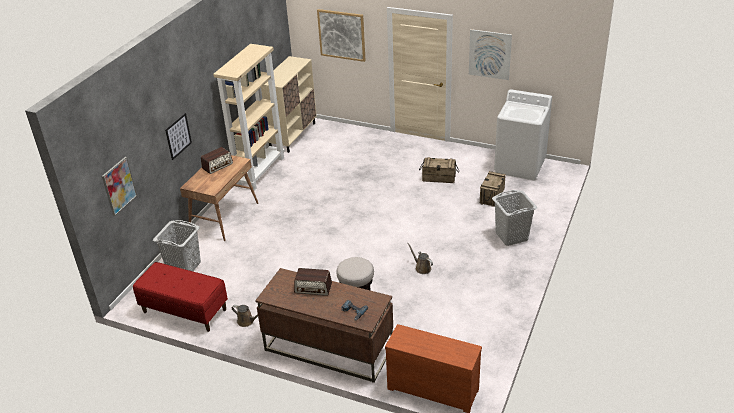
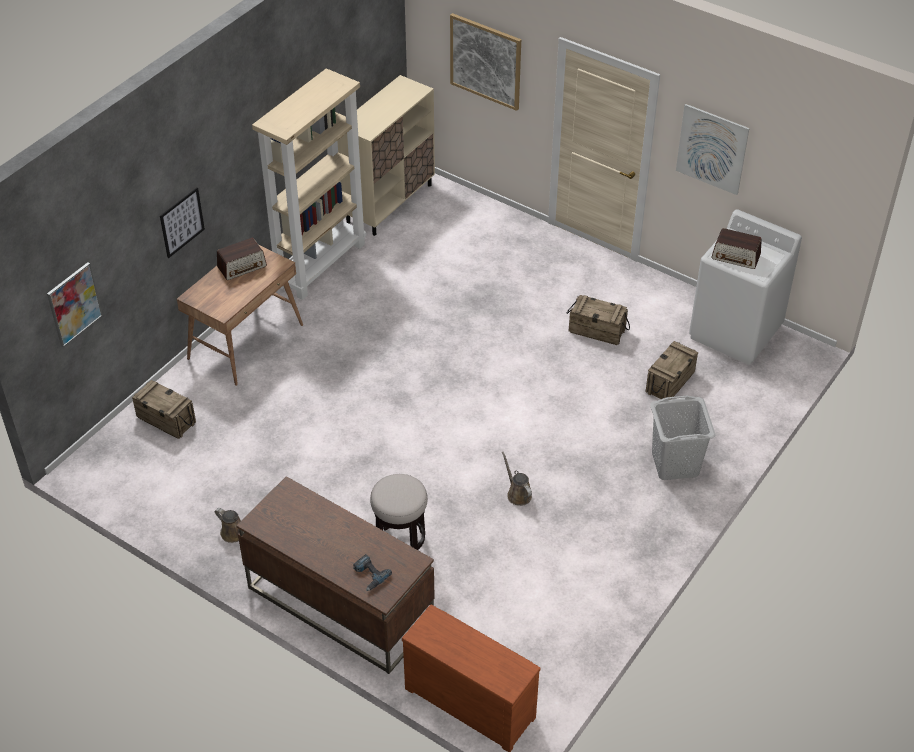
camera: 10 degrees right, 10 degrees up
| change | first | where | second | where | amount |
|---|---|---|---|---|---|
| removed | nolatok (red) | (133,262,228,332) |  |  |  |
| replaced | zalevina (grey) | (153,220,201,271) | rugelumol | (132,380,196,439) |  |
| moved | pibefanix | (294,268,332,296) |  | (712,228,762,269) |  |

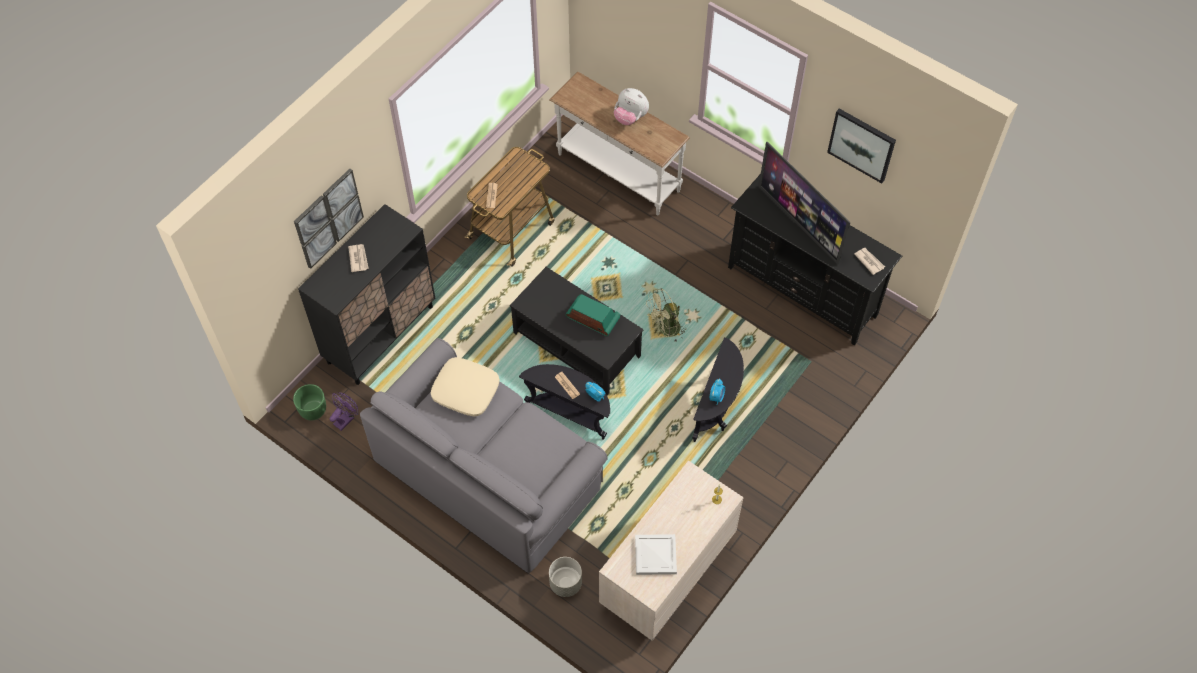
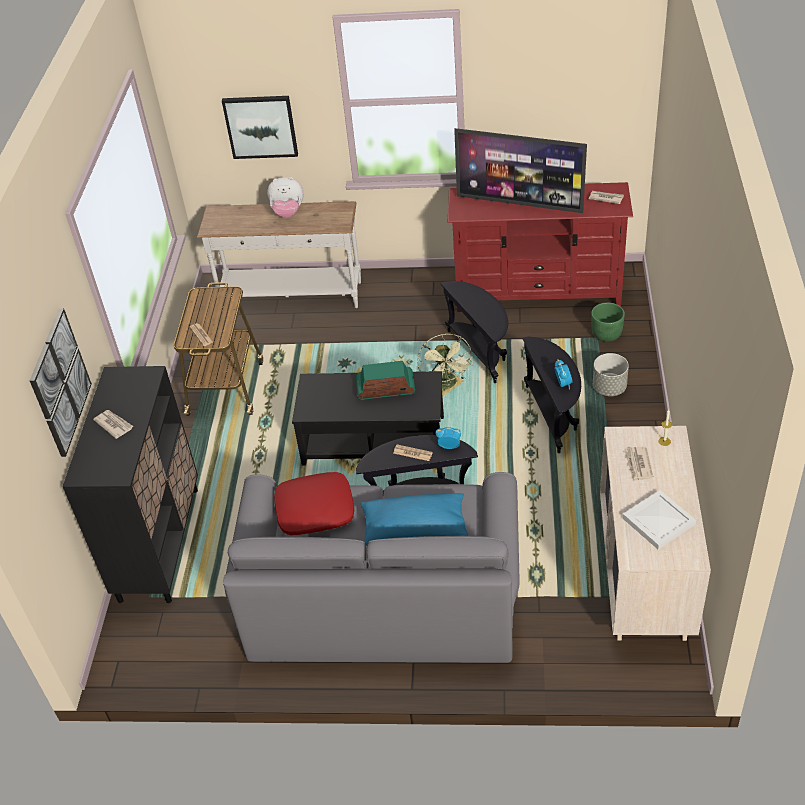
camera: 30 degrees left, 15 degrees down
| change | first | where | second | where | amount |
|---|---|---|---|---|---|
| moved | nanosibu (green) | (293,384,326,420) |  | (591,303,625,342) |  |
| removed | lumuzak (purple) | (330,392,358,431) |  |  |  |
| recoloured | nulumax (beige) | (431,357,500,417) | nulumax (red) | (274,472,354,535) |  |
| moved | nanosibu (grey) | (549,557,582,597) |  | (593,353,629,396) |  |
| turned | lumuzak (green) | (646,288,686,343) |  | (417,334,473,389) | 45 degrees counterclockwise |
| recoloured | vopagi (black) | (728,175,902,345) | vopagi (red) | (448,182,633,312) |  |
| moved | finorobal | (827,109,896,183) |  | (222,96,298,159) |  |
| added |  |  | nulumax (blue) | (361,493,468,546) |  |
| added |  |  | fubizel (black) | (441,281,508,383) |  |
| added |  |  | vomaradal | (625,447,653,481) |  |

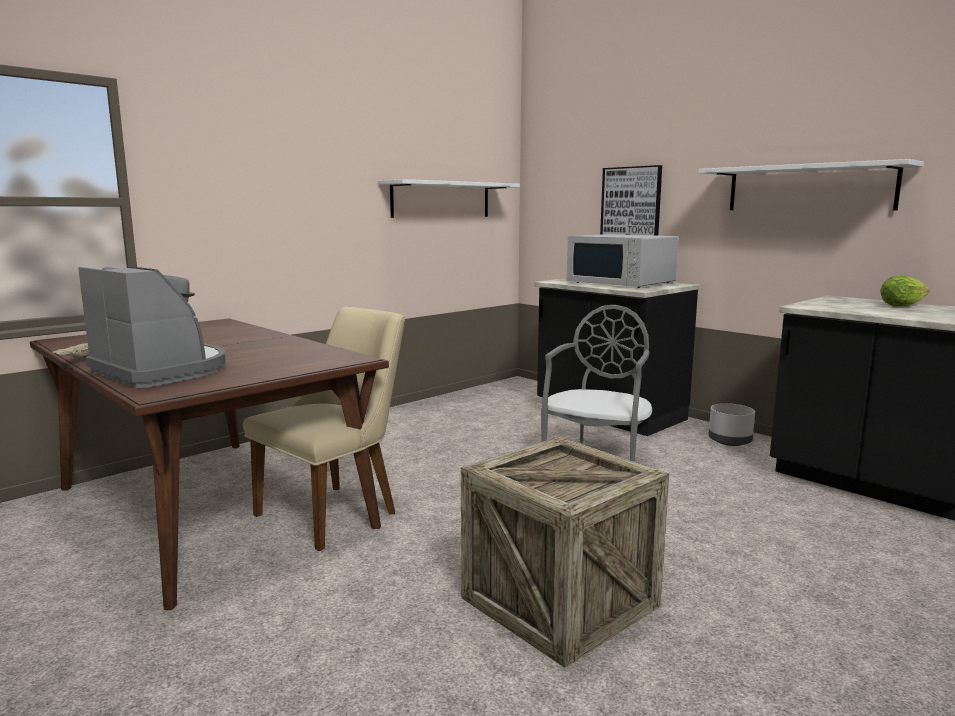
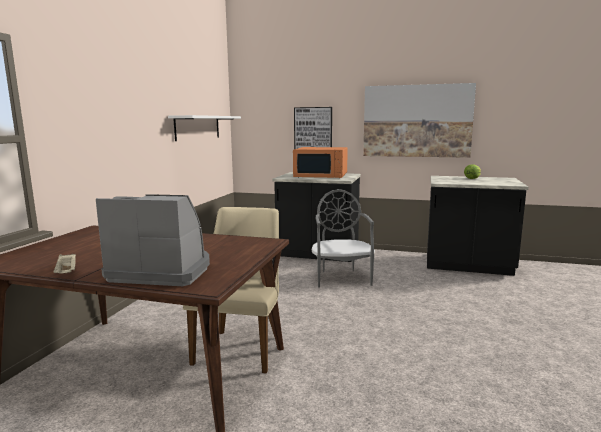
camera: 30 degrees left, 0 degrees up
| change | first | where | second | where | amount |
|---|---|---|---|---|---|
| removed | rugelumol | (461,437,669,668) |  |  |  |
| recoloured | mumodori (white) | (567,234,679,288) | mumodori (orange) | (293,147,348,178) |  |
| replaced | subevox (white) | (699,159,924,210) | finorobal | (363,83,476,158) |  |
| removed | nanosibu (grey) | (709,403,755,446) |  |  |  |

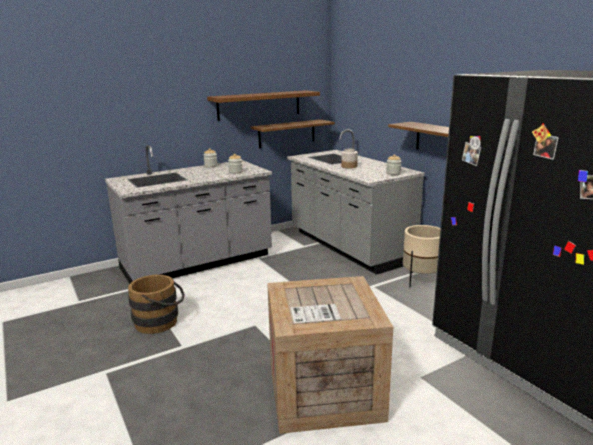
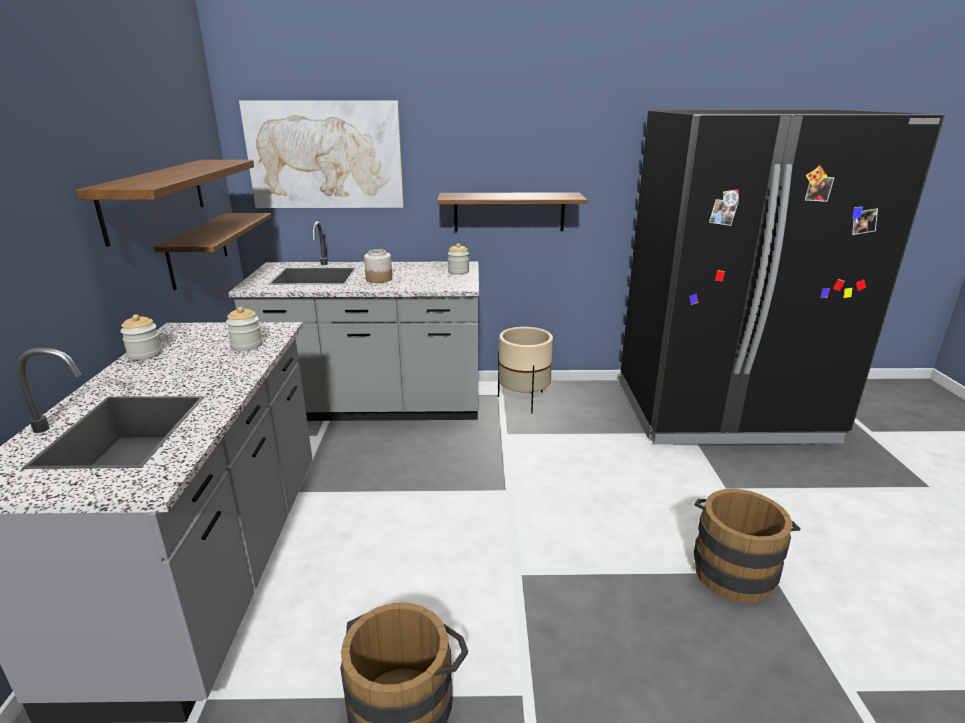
camera: 60 degrees left, 5 degrees up
| change | first | where | second | where | amount |
|---|---|---|---|---|---|
| replaced | rugelumol | (267,276,393,434) | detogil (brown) | (694,489,800,603) |  |
| added |  |  | finorobal | (239,100,404,208) |  |

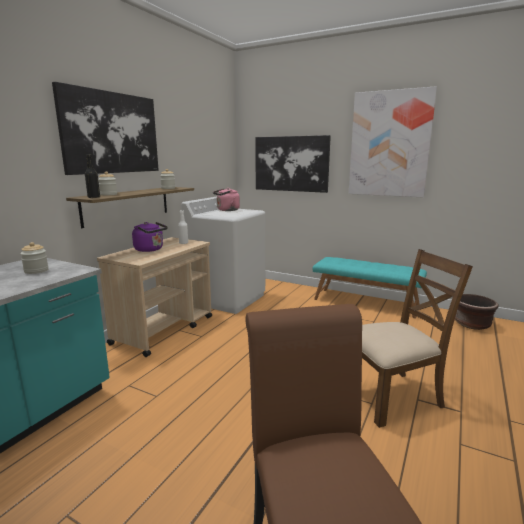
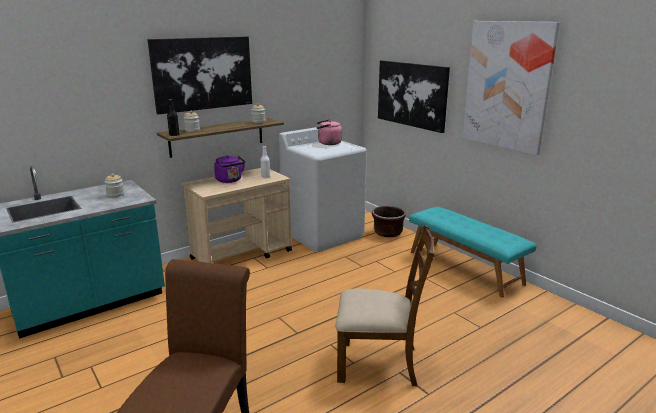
camera: 25 degrees right, 5 degrees up
| change | first | where | second | where | amount |
|---|---|---|---|---|---|
| moved | nanosibu (brown) | (455,294,498,330) |  | (372,206,406,237) |  |

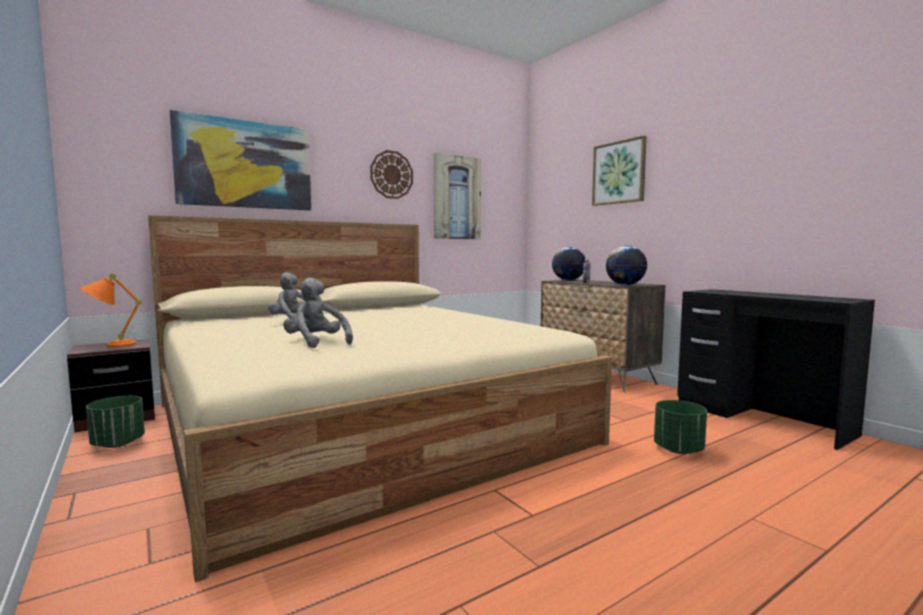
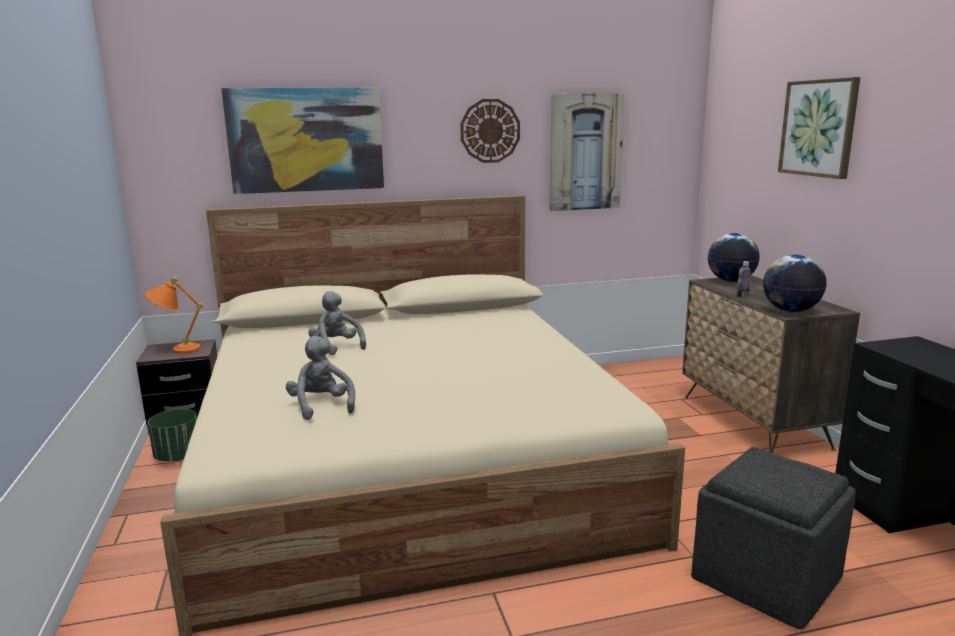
camera: 20 degrees right, 10 degrees up
| change | first | where | second | where | amount |
|---|---|---|---|---|---|
| replaced | nanosibu (green) | (654,400,707,454) | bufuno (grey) | (691,447,856,629) |  |

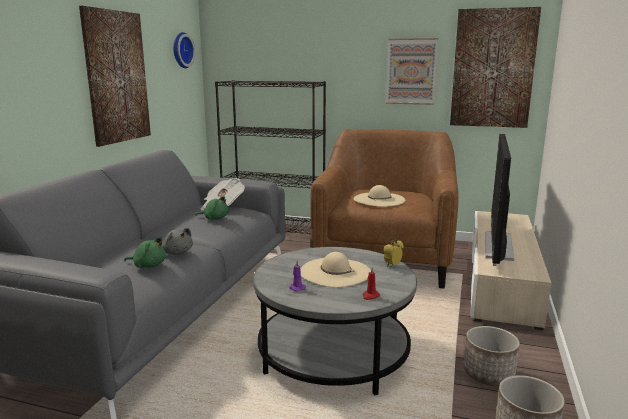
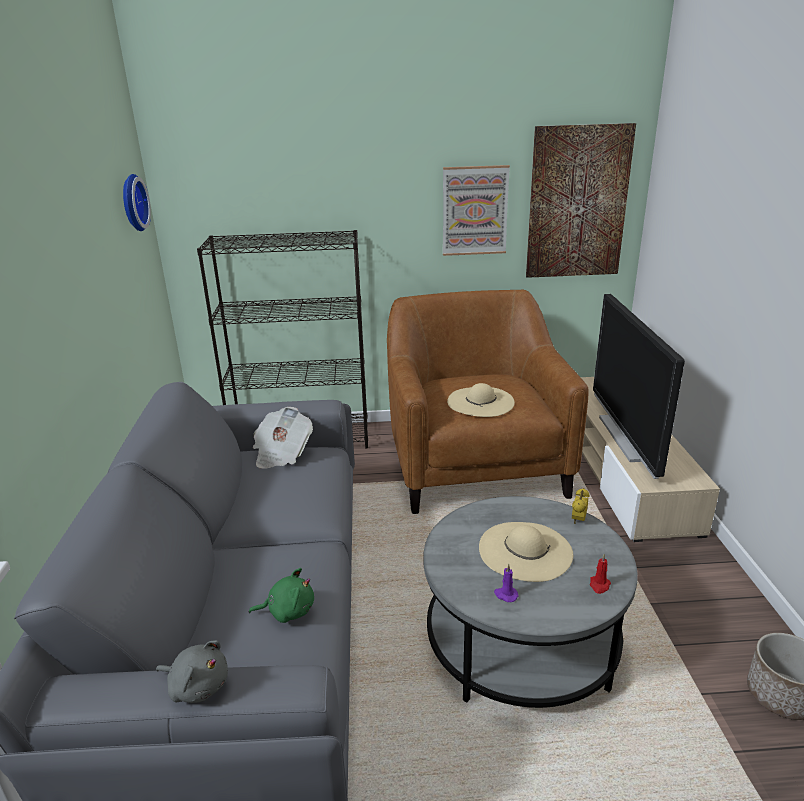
camera: 20 degrees left, 10 degrees up
| change | first | where | second | where | amount |
|---|---|---|---|---|---|
| removed | finorobal | (79,6,151,147) |  |  |  |
| moved | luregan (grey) | (162,228,193,255) |  | (156,640,228,703) |  |
| removed | luregan (green) | (195,196,229,220) |  |  |  |
| removed | nanosibu | (463,326,520,386) |  |  |  |

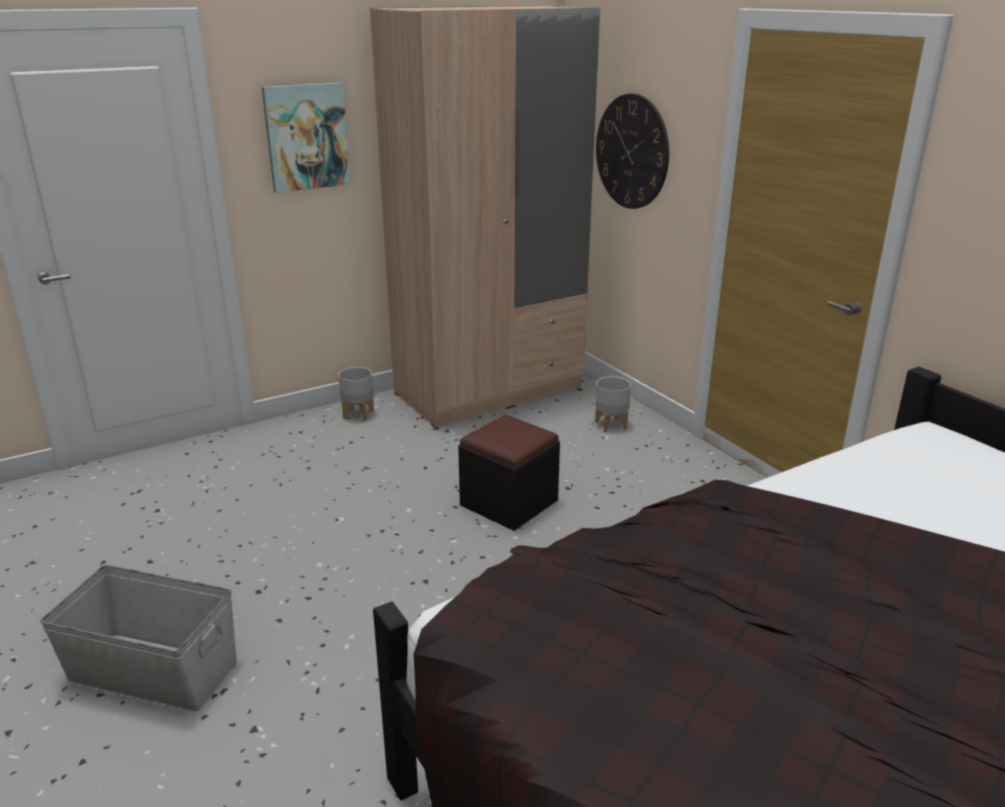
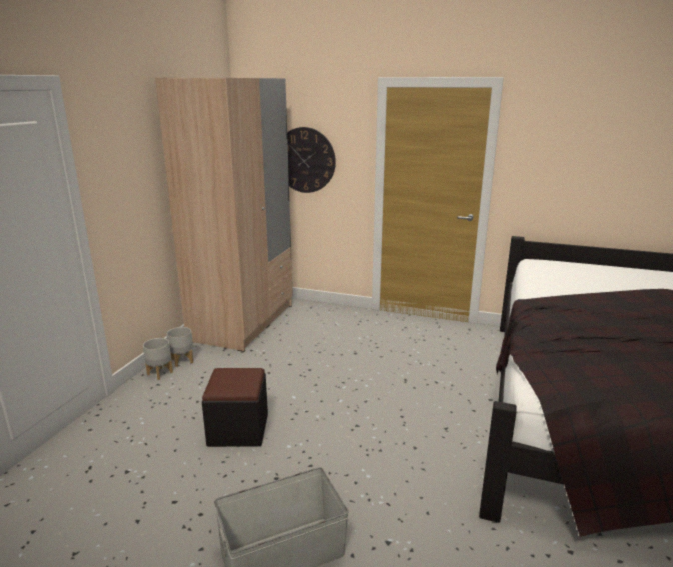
camera: 40 degrees left, 5 degrees down
| change | first | where | second | where | amount |
|---|---|---|---|---|---|
| removed | finorobal | (262,82,351,193) |  |  |  |
| moved | bufuno (black) | (458,415,560,531) |  | (202,368,268,447) |  |
| moved | nanosibu (grey) | (595,376,631,433) |  | (143,338,173,380) |  |

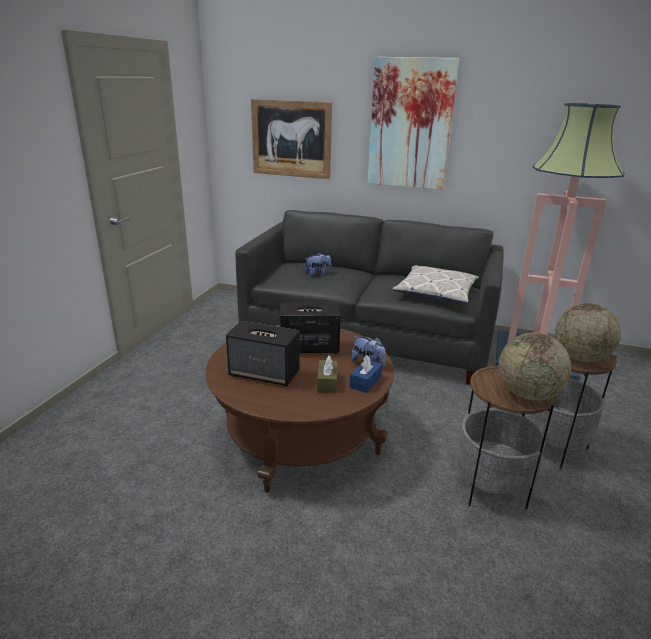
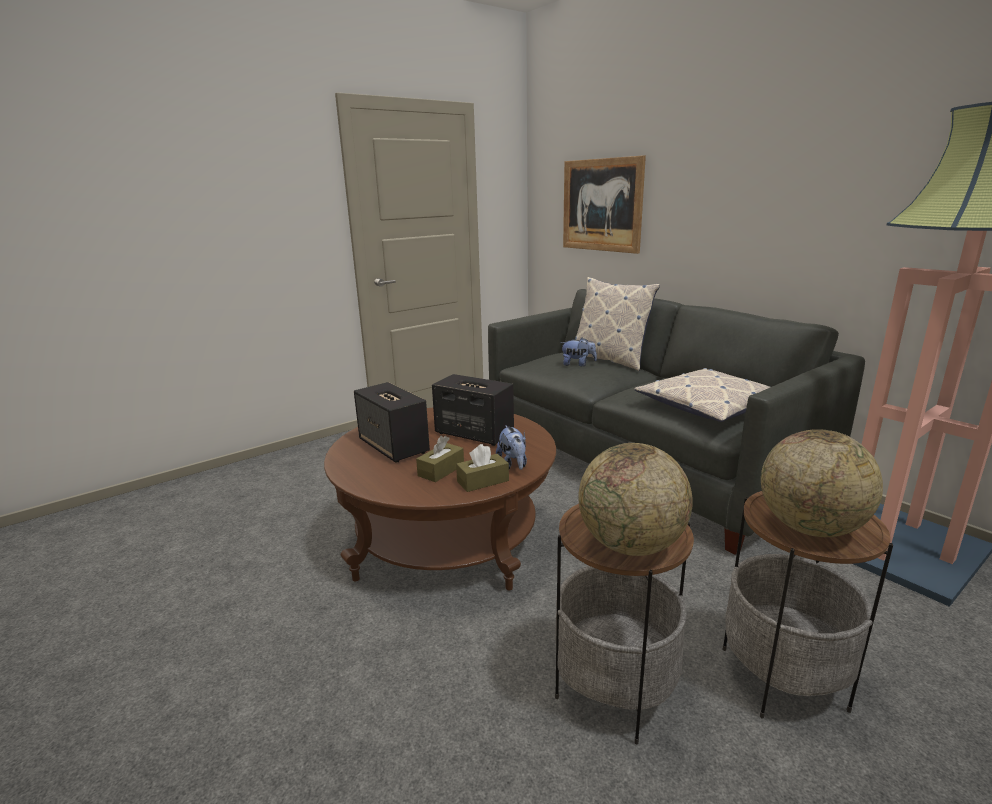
camera: 35 degrees right, 5 degrees down
| change | first | where | second | where | amount |
|---|---|---|---|---|---|
| recoloured | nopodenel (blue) | (350,355,382,393) | nopodenel (brown) | (456,444,509,492) |  |
| removed | finorobal | (368,57,459,190) |  |  |  |
| added |  |  | nulumax | (575,277,660,371) |  |

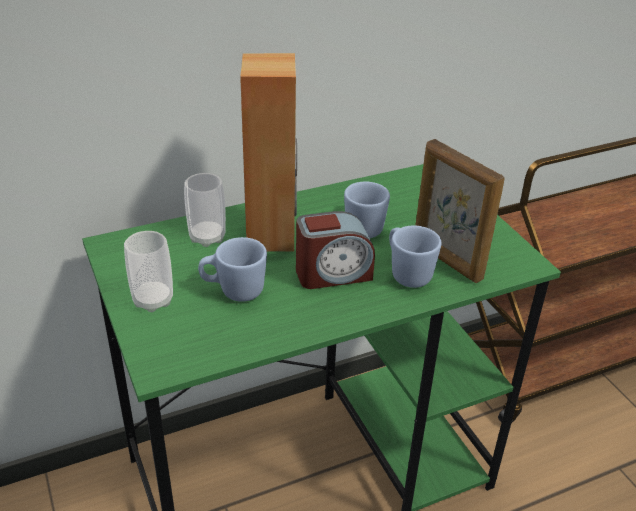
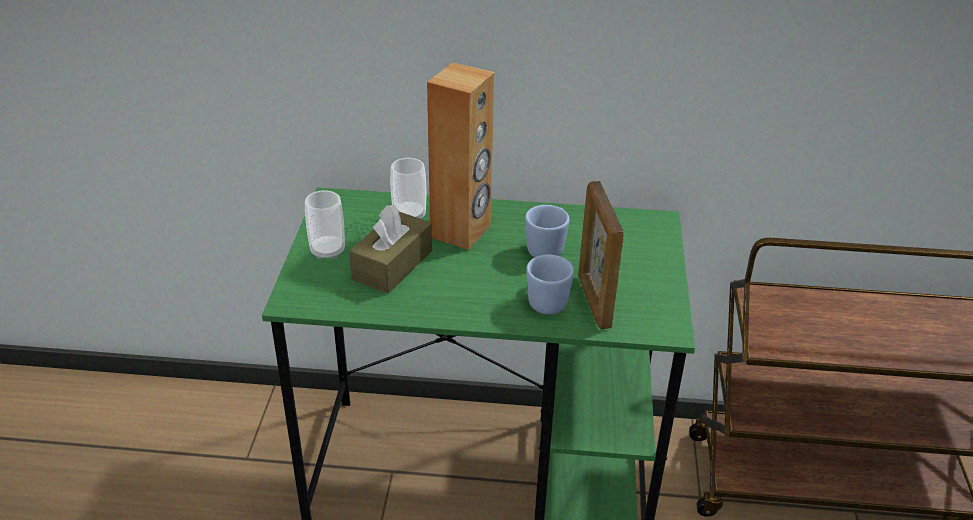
camera: 30 degrees right, 0 degrees up
| change | first | where | second | where | amount |
|---|---|---|---|---|---|
| replaced | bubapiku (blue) | (198,237,267,302) | nopodenel (brown) | (349,205,432,293) |  |
| removed | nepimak | (296,211,375,289) |  |  |  |

